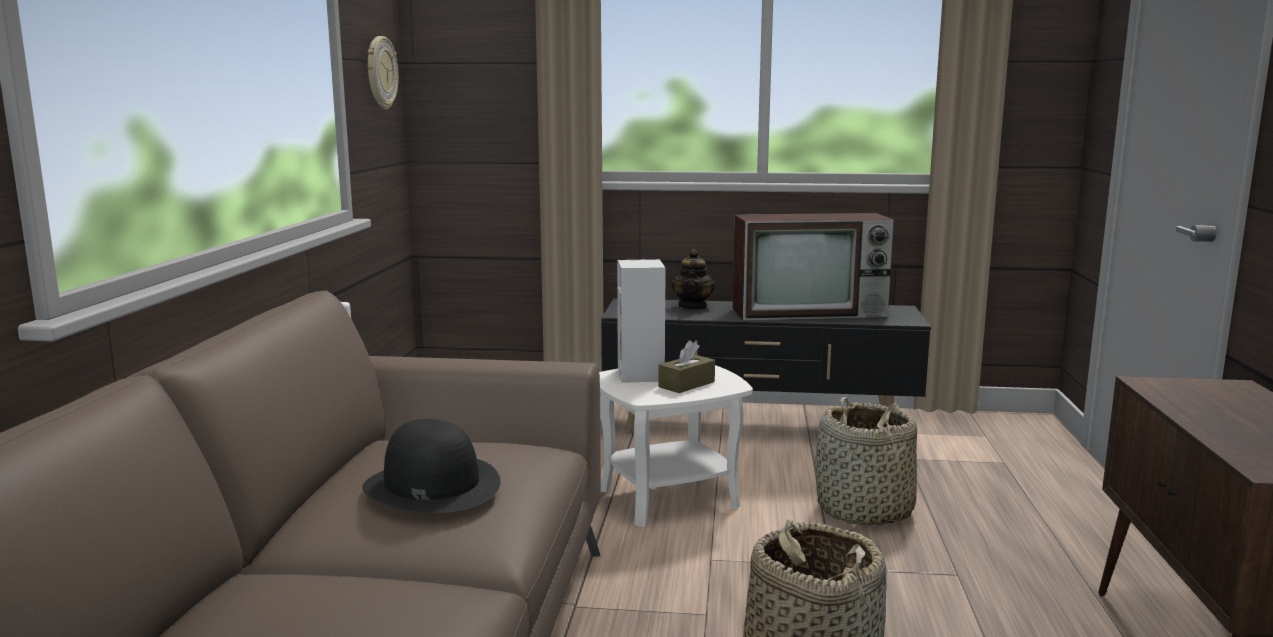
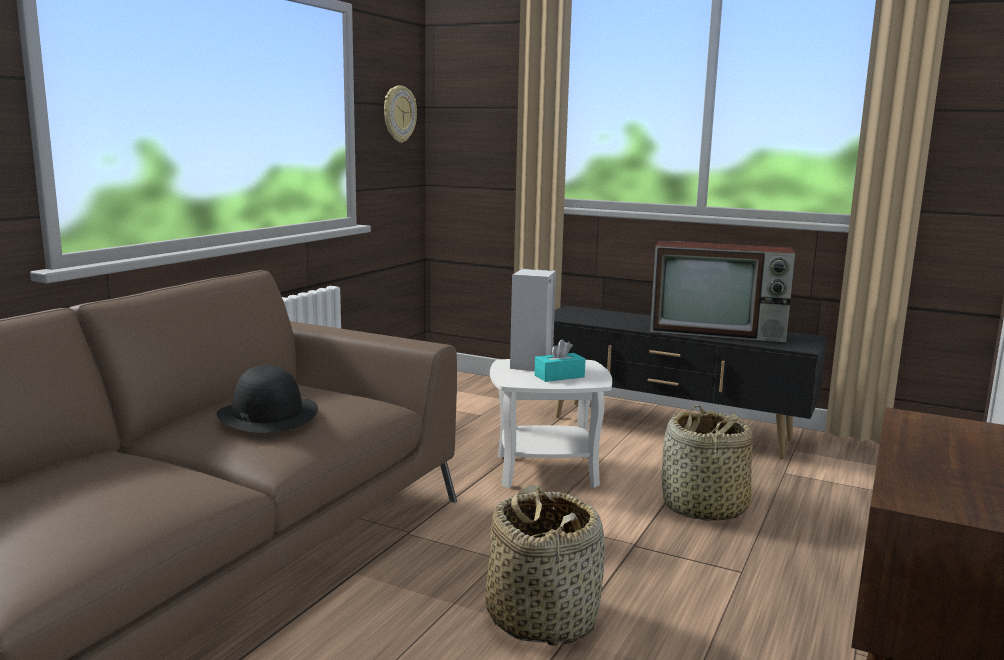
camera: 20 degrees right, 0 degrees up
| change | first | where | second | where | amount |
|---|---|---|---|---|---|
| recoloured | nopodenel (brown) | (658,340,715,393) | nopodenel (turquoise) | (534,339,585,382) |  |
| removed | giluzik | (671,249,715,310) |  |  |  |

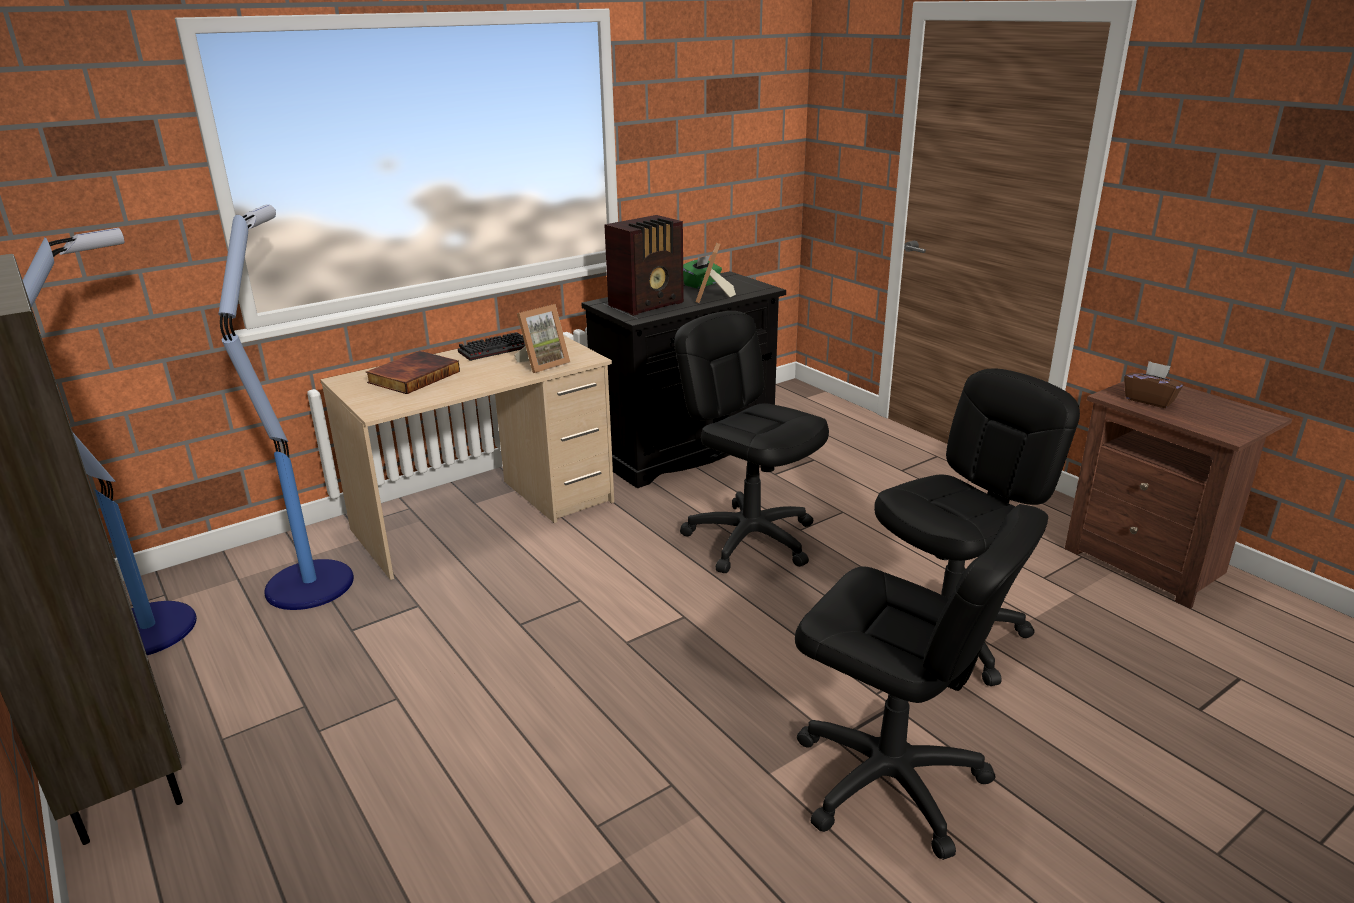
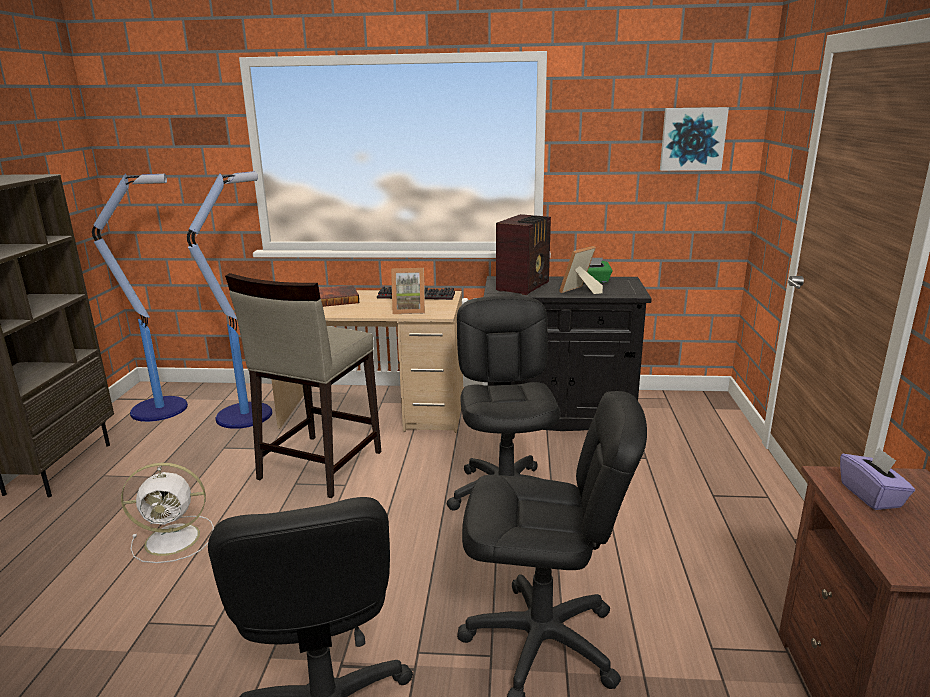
camera: 40 degrees right, 5 degrees down
| change | first | where | second | where | amount |
|---|---|---|---|---|---|
| turned | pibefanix | (604,215,684,316) |  | (496,214,551,295) | 60 degrees counterclockwise |
| recoloured | nopodenel (brown) | (1124,361,1184,408) | nopodenel (purple) | (840,448,915,510) |  |
| added |  |  | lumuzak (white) | (121,463,214,563) |  |
| added |  |  | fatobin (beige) | (225,273,381,498) |  |
| added |  |  | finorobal | (660,107,729,171) |  |

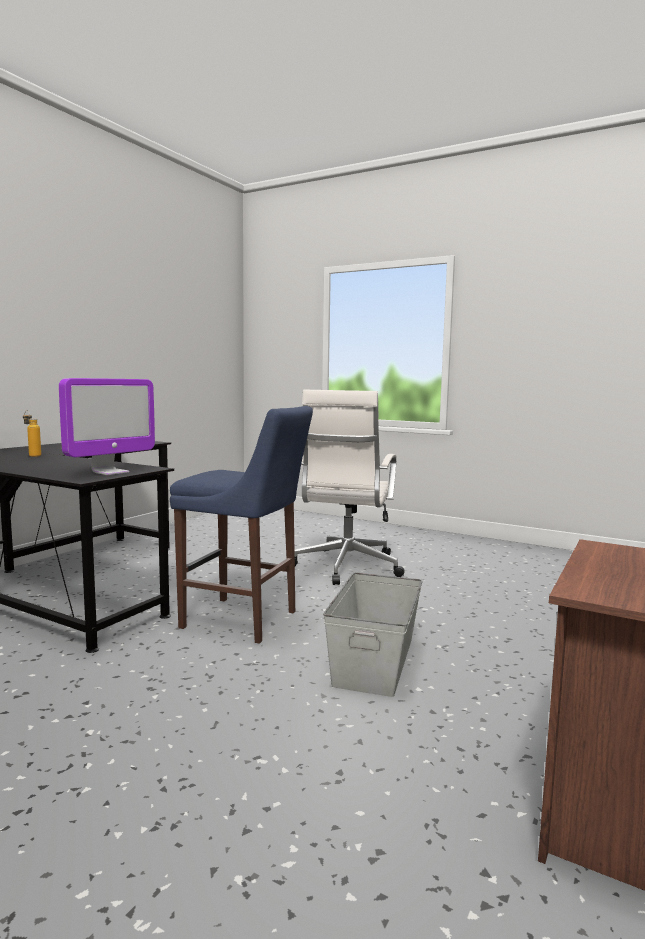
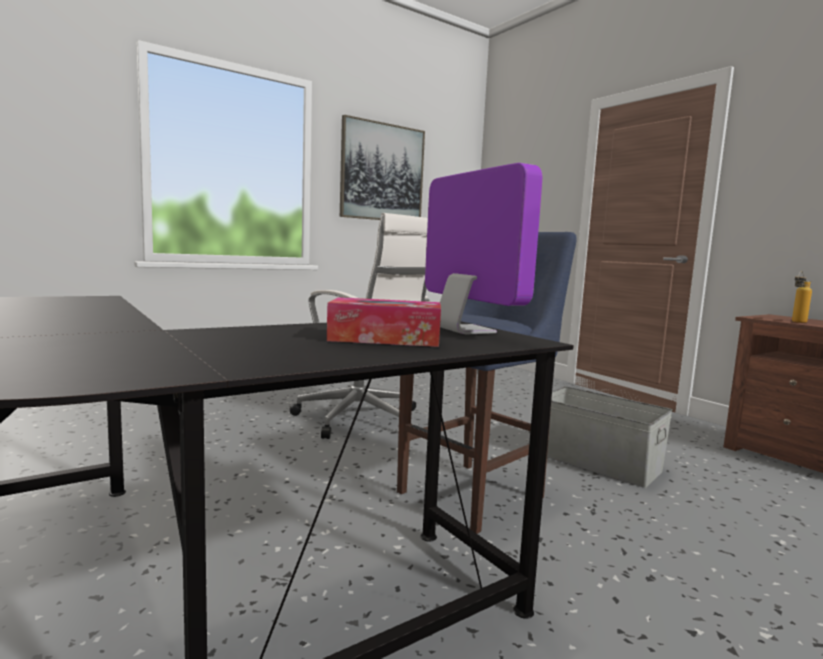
camera: 65 degrees left, 0 degrees up
| change | first | where | second | where | amount |
|---|---|---|---|---|---|
| moved | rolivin | (23,410,41,457) |  | (792,271,812,323) |  |
| added |  |  | nopodenel | (327,297,441,347) |  |
| added |  |  | finorobal | (340,115,425,220) |  |

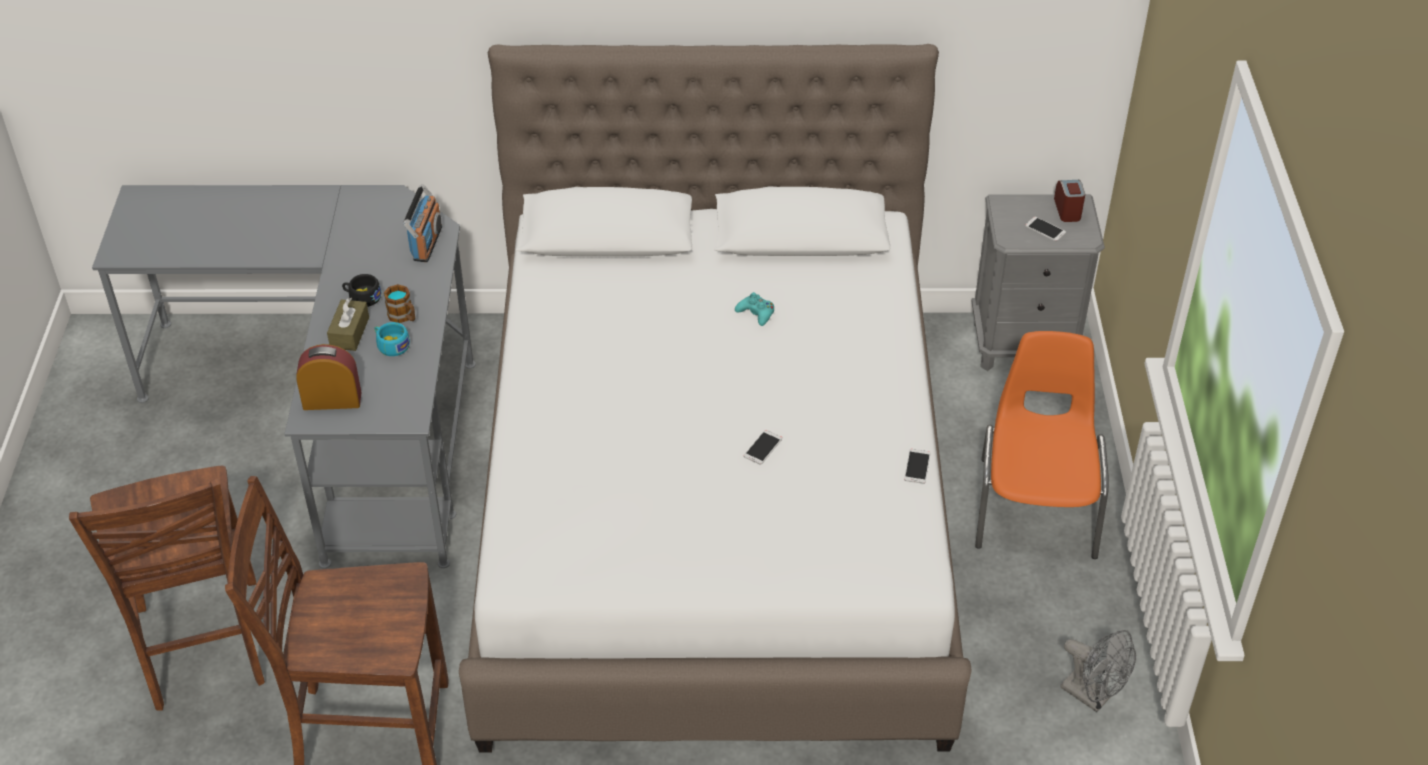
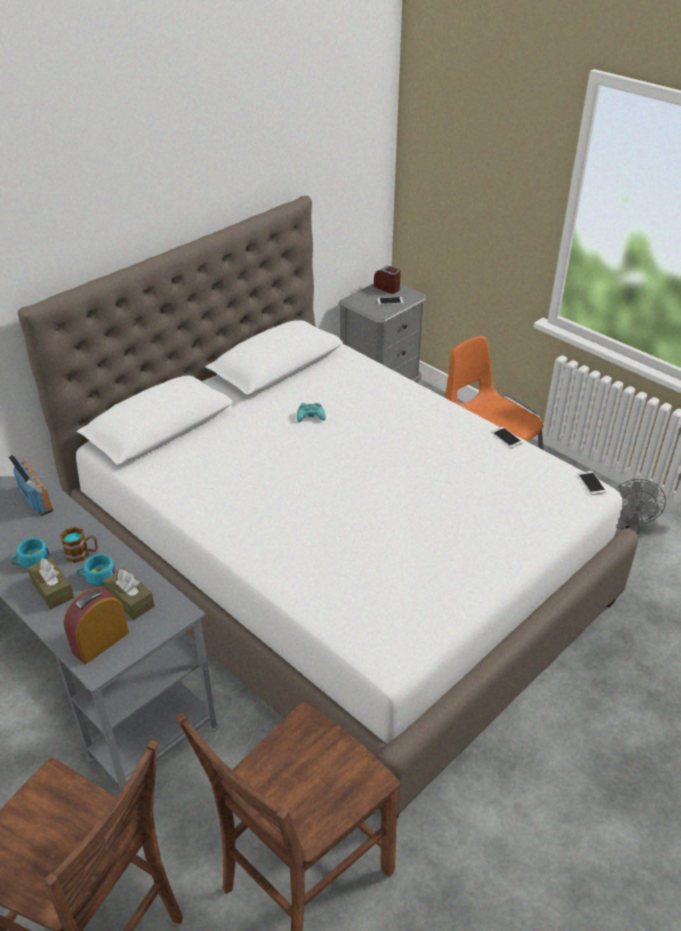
camera: 45 degrees left, 5 degrees down
| change | first | where | second | where | amount |
|---|---|---|---|---|---|
| recoloured | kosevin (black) | (342,274,381,307) | kosevin (turquoise) | (10,538,49,569) |  |
| moved | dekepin | (744,430,782,465) |  | (578,471,607,495) |  |
| turned | lumuzak (grey) | (1060,630,1136,712) |  | (616,479,666,535) | 105 degrees clockwise |
| added |  |  | nopodenel (brown) | (103,568,155,620) |  |

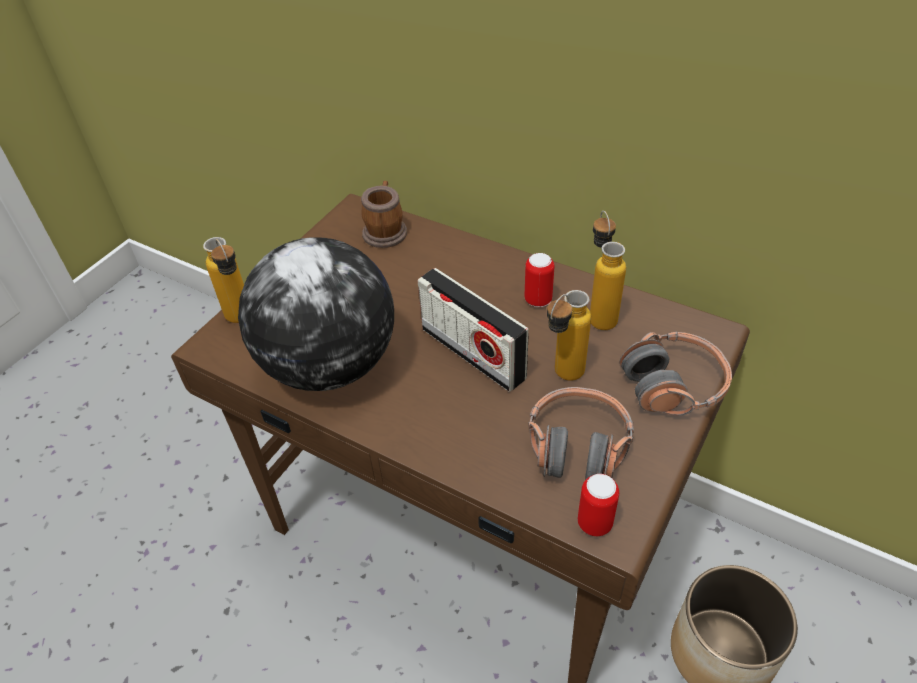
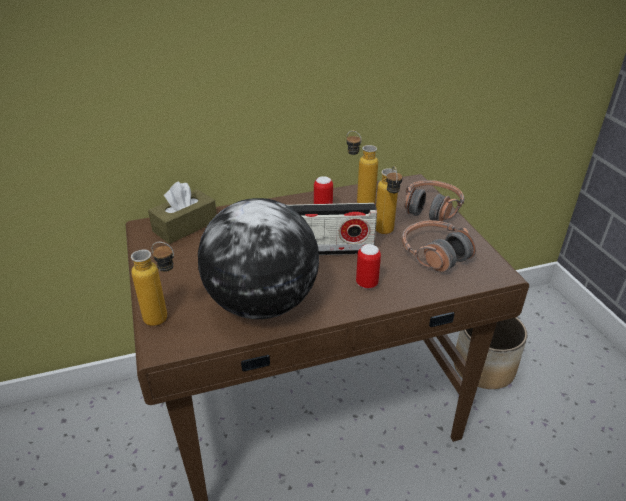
camera: 50 degrees left, 10 degrees down
| change | first | where | second | where | amount |
|---|---|---|---|---|---|
| replaced | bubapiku | (361,181,407,248) | nopodenel (brown) | (148,181,217,244) |  |
| moved | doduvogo | (578,474,619,536) |  | (356,244,381,289) |  |

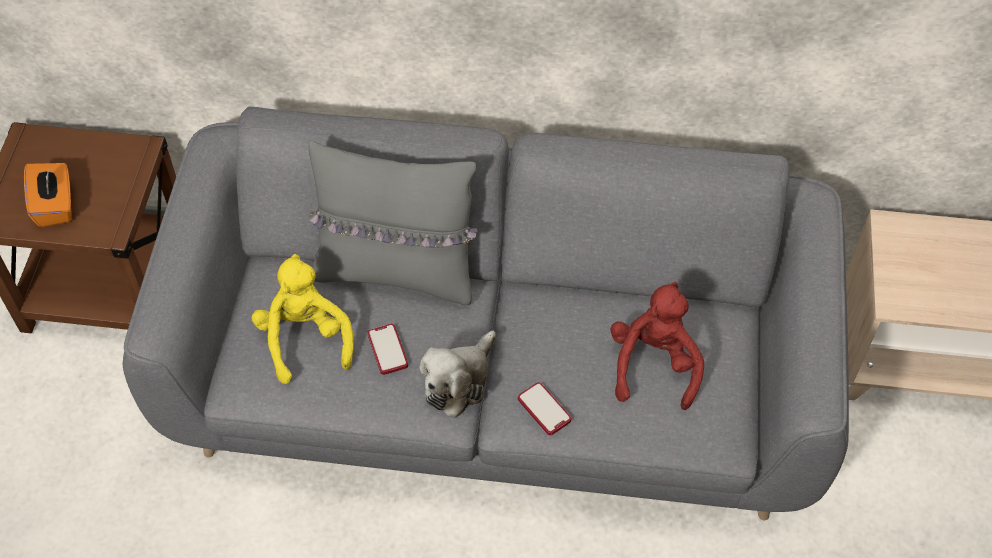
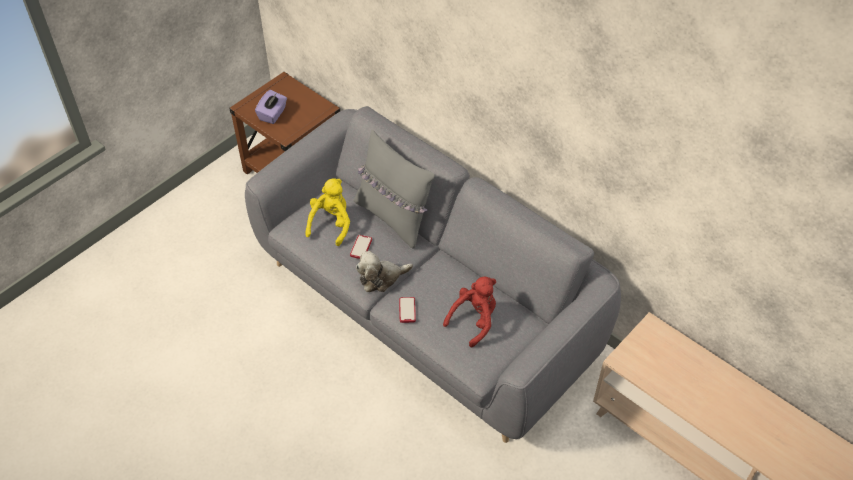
camera: 35 degrees right, 5 degrees down
| change | first | where | second | where | amount |
|---|---|---|---|---|---|
| recoloured | nopodenel (orange) | (24,163,72,227) | nopodenel (purple) | (255,90,287,124) |  |

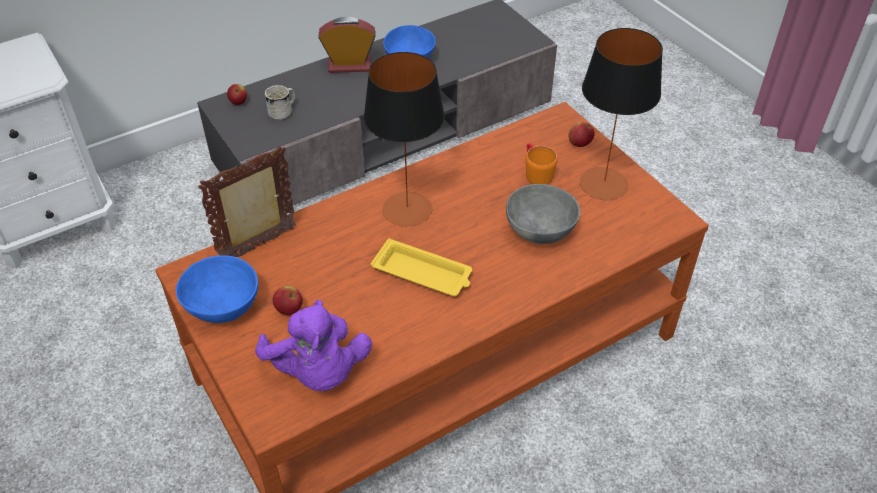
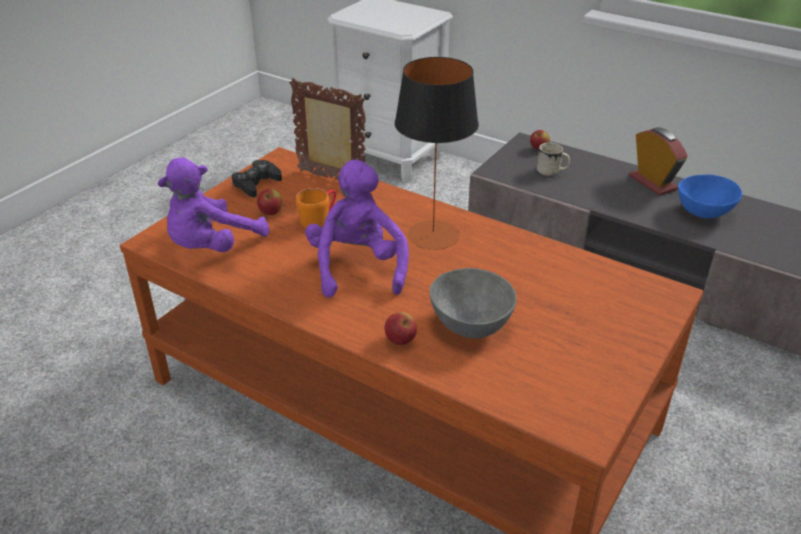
camera: 65 degrees right, 10 degrees down
| change | first | where | second | where | amount |
|---|---|---|---|---|---|
| replaced | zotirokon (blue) | (176,255,258,323) | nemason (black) | (232,160,282,197) |  |
| replaced | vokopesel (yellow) | (371,238,472,296) | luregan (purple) | (305,160,409,298) |  |
| moved | bubapiku (orange) | (526,143,557,184) |  | (296,188,336,228) |  |
| moved | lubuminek | (568,122,595,147) |  | (385,312,417,345) |  |
| removed | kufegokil | (580,28,663,200) |  |  |  |

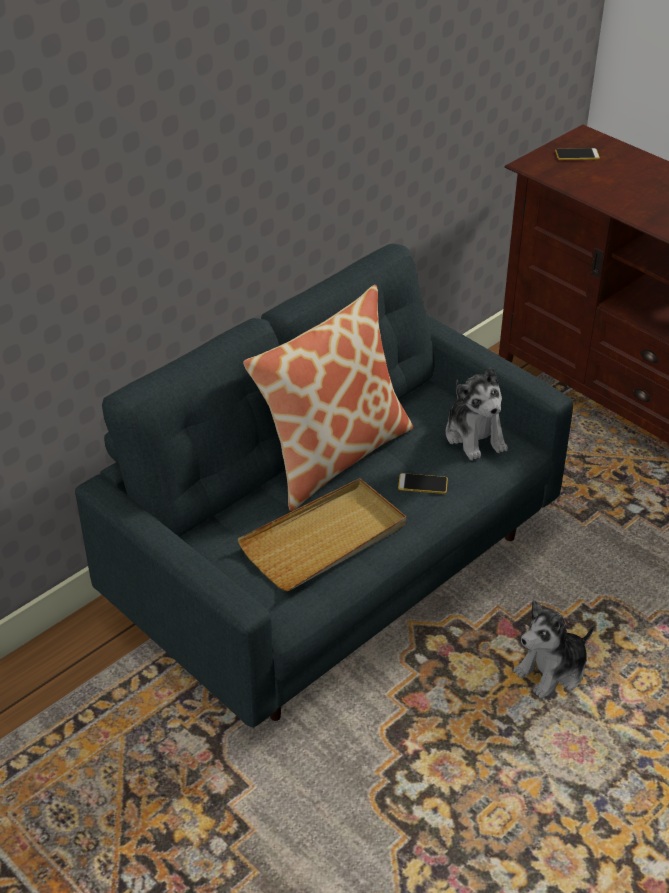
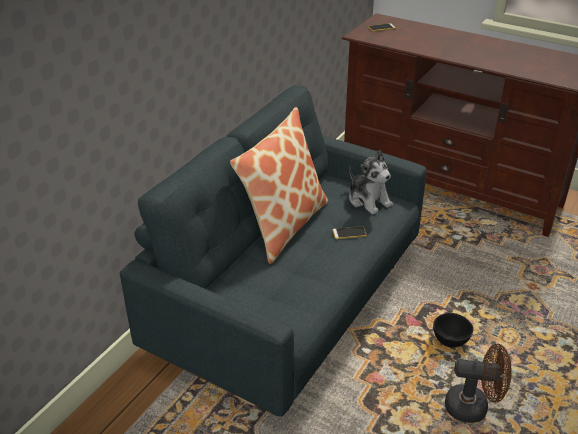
camera: 15 degrees left, 5 degrees down
| change | first | where | second | where | amount |
|---|---|---|---|---|---|
| removed | vokopesel (beige) | (238,478,406,591) |  |  |  |
| replaced | luregan | (513,600,594,698) | zotirokon (black) | (433,313,473,347) |  |
| added |  |  | lumuzak (brown) | (445,344,512,423) |  |

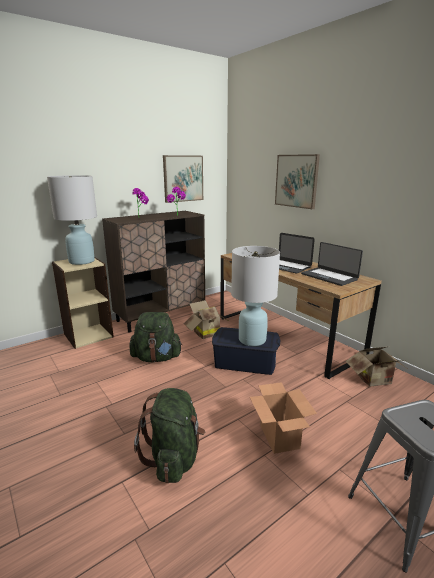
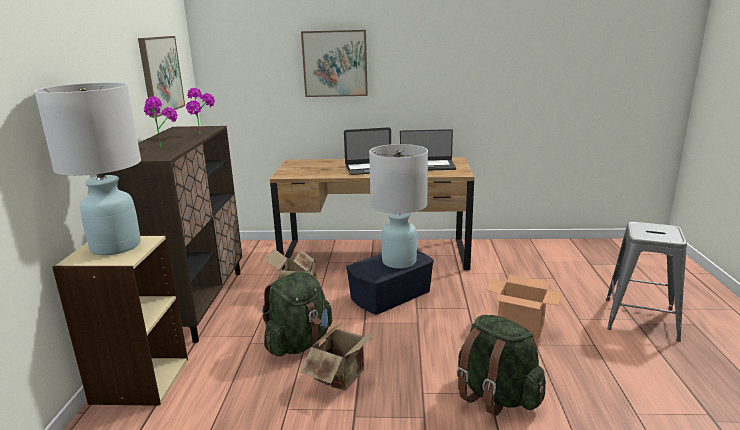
camera: 50 degrees left, 0 degrees up
| change | first | where | second | where | amount |
|---|---|---|---|---|---|
| moved | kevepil | (346,347,406,386) |  | (300,321,377,391) |  |

